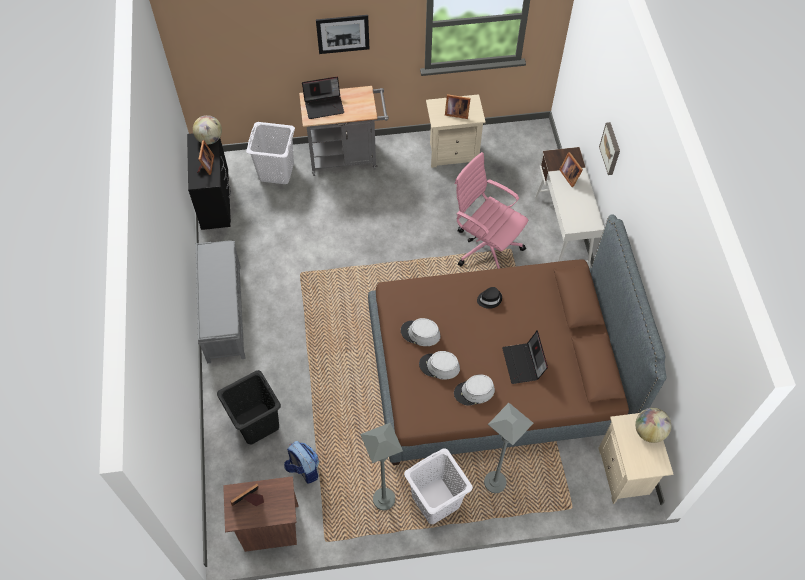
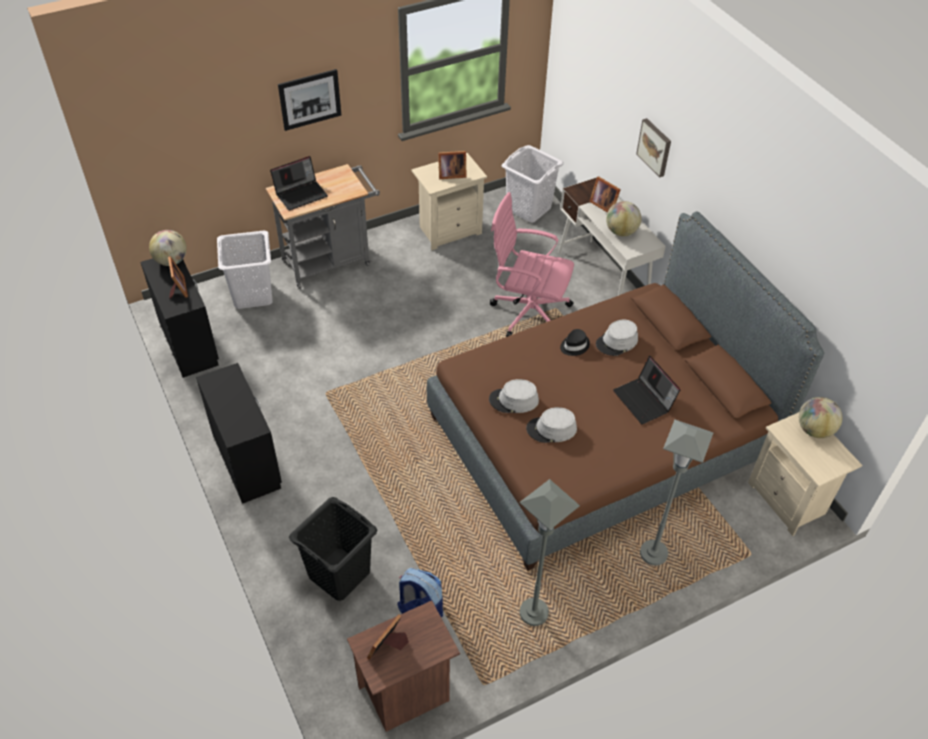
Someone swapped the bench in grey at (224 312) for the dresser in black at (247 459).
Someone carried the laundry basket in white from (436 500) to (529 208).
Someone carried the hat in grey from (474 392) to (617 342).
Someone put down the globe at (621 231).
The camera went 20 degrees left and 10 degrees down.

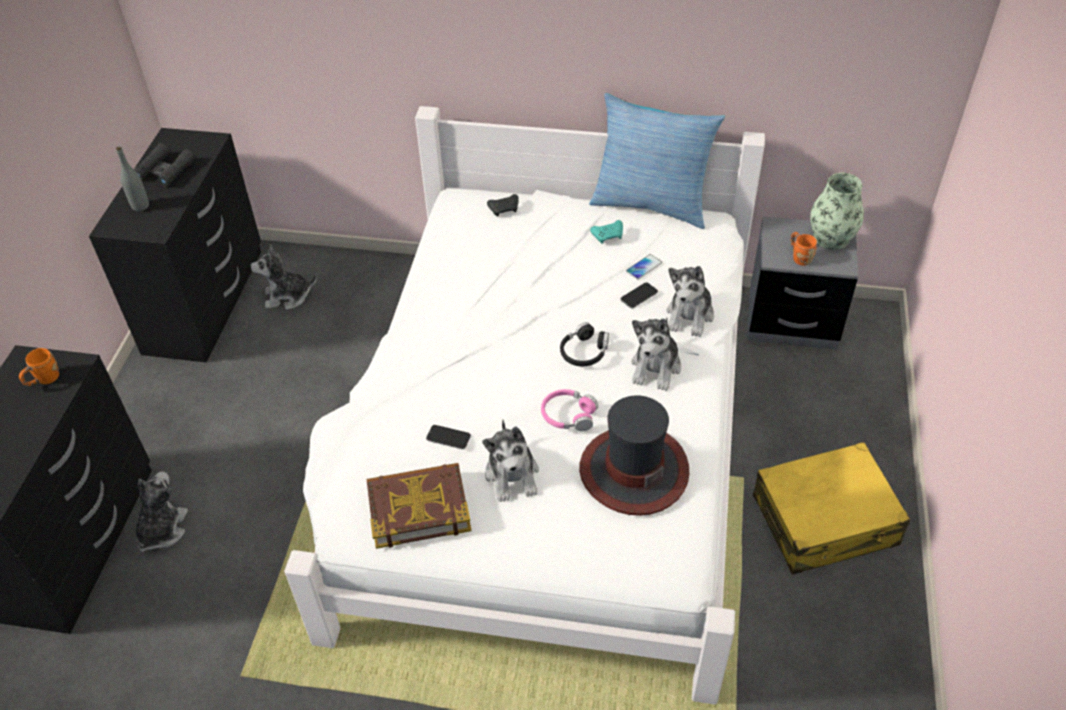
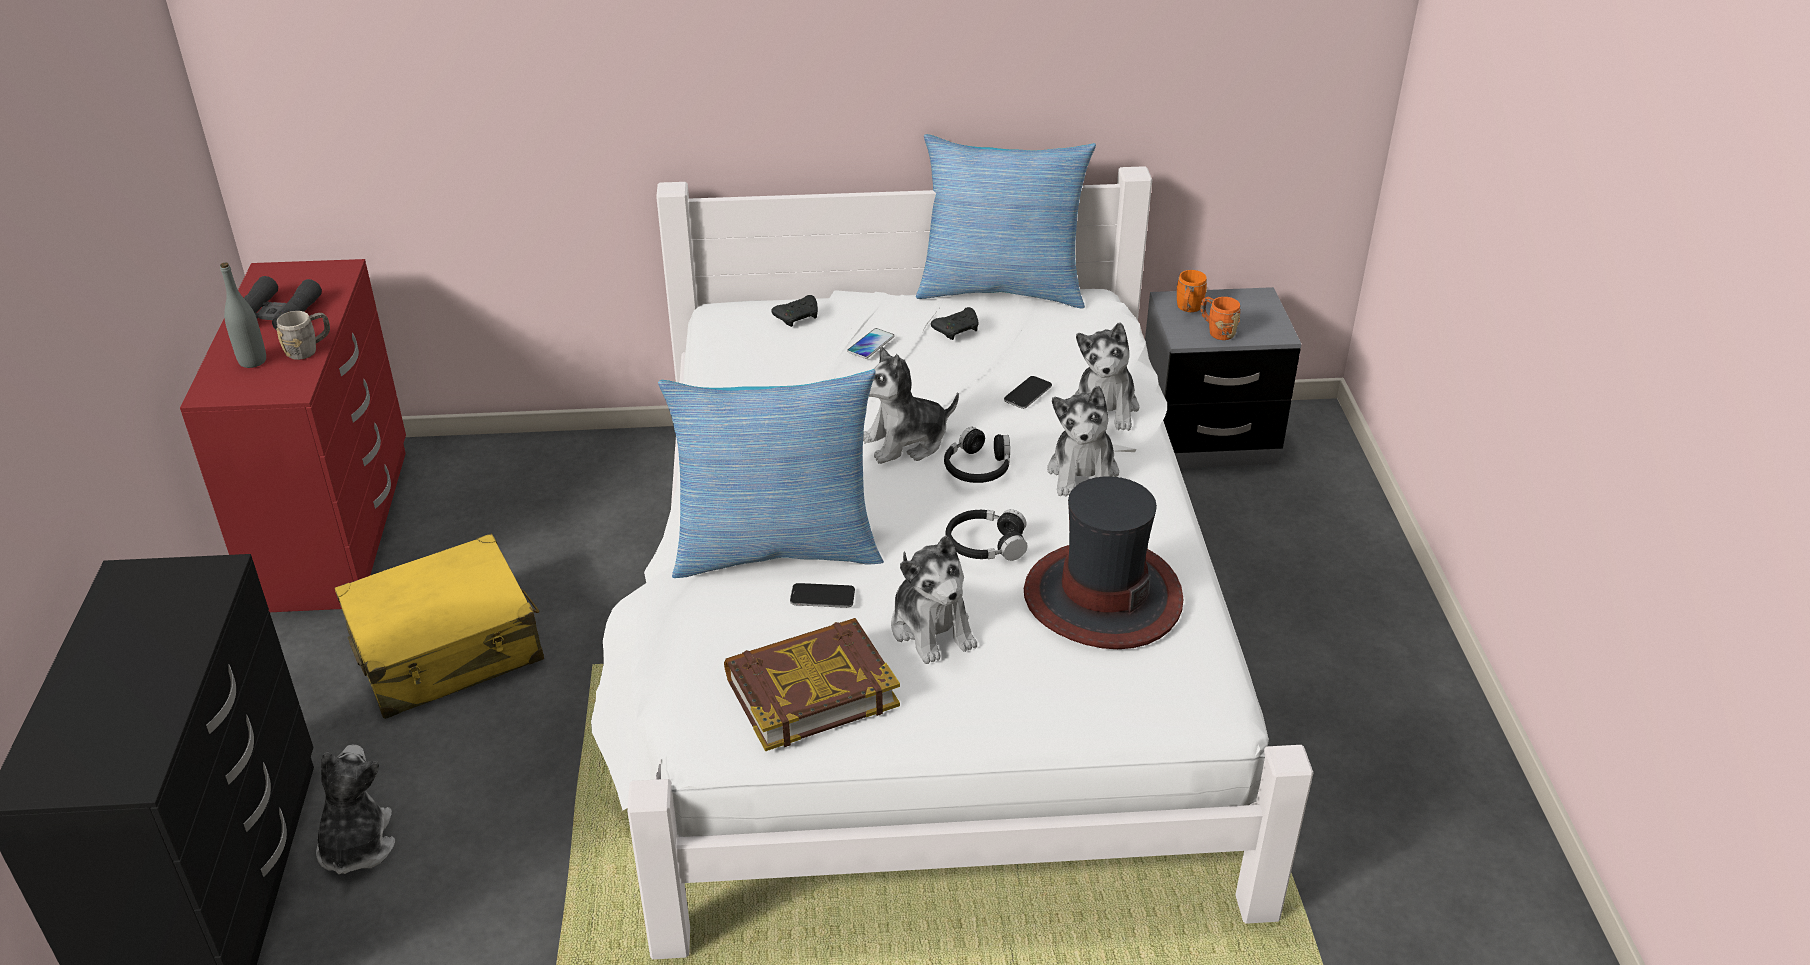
Someone carried the mug in orange from (44 380) to (1187 309).
Someone repainted the dresser in black at (206 301), which became the dresser in red at (336 527).
Someone carried the plush toy from (287 296) to (905 442).
Someone repainted the headphones in pink at (568 415), which became the headphones in black at (985 545).
Someone repainted the game controller in turquoise at (608 235), which became the game controller in black at (957 330).
Someone carried the phone from (644 267) to (871 344).
Someone carried the suitcase in yellow from (825 521) to (447 649).
Someone took away the vase at (831 238).
Someone put down the mug in grey at (309 350).
Someone put down the pillow at (777 549).
The camera went 15 degrees left and 10 degrees down.

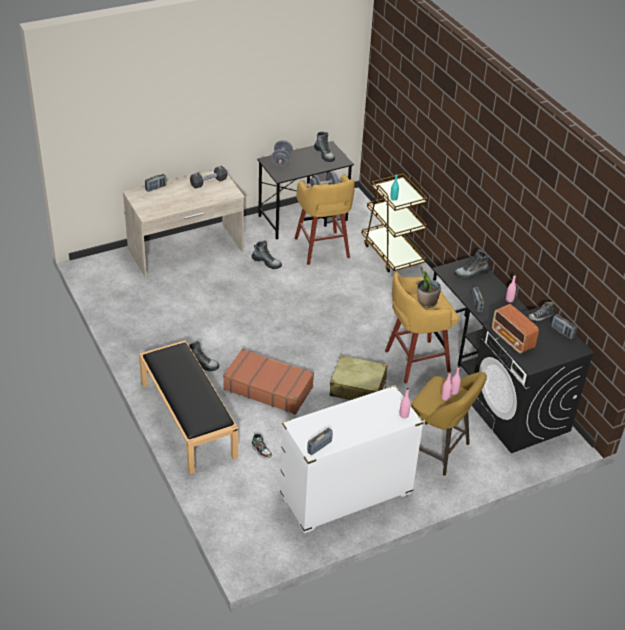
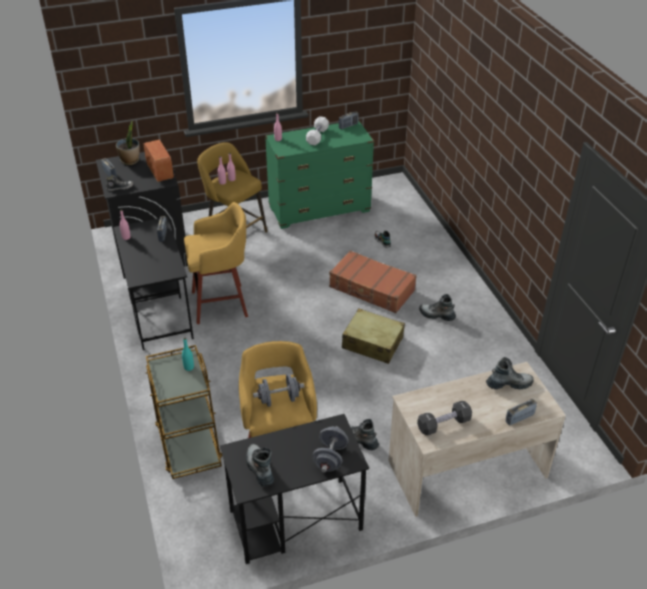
Someone took away the bench in black at (187 419).
Someone repainted the dresser in white at (346 495), which became the dresser in green at (319 209).
Someone carried the suitcase in beige from (358 387) to (372 343).
Someone carried the potted plant from (426 302) to (130 161).
Someone carried the boot from (471 274) to (509 384).
Someone put down the dumbbell in white at (317 136).
The camera went 170 degrees left and 0 degrees up.

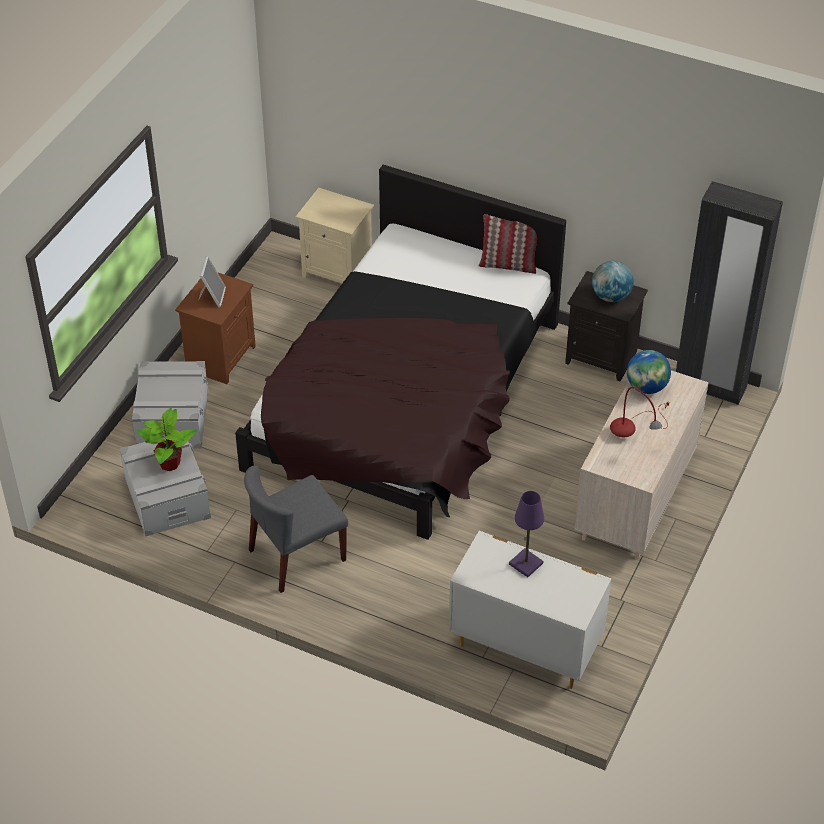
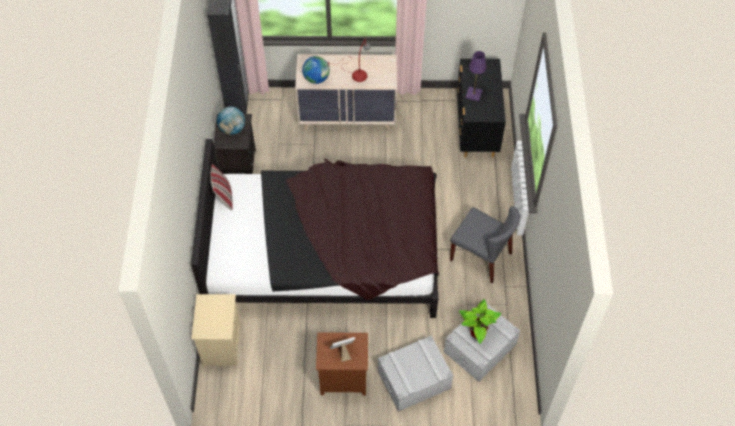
Someone repainted the dresser in white at (524 646), which became the dresser in black at (476 130).
The camera went 115 degrees left and 10 degrees up.

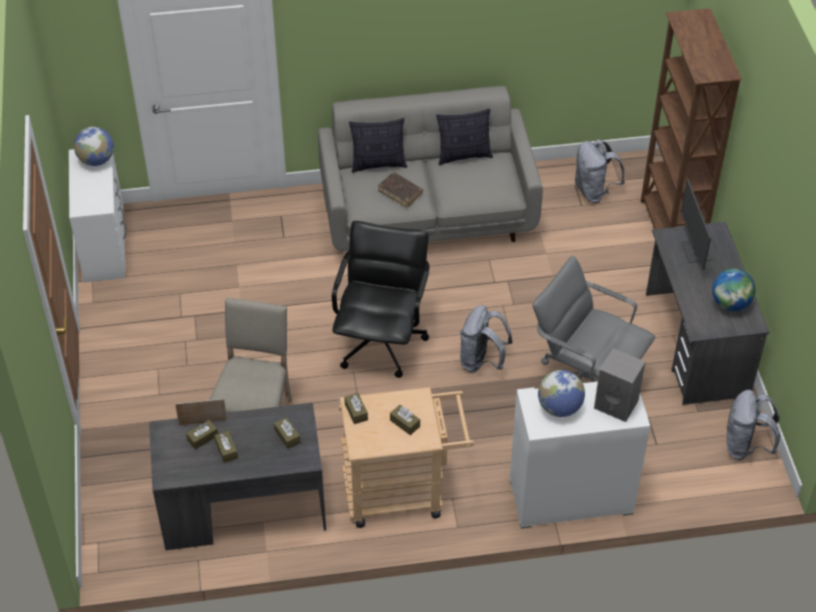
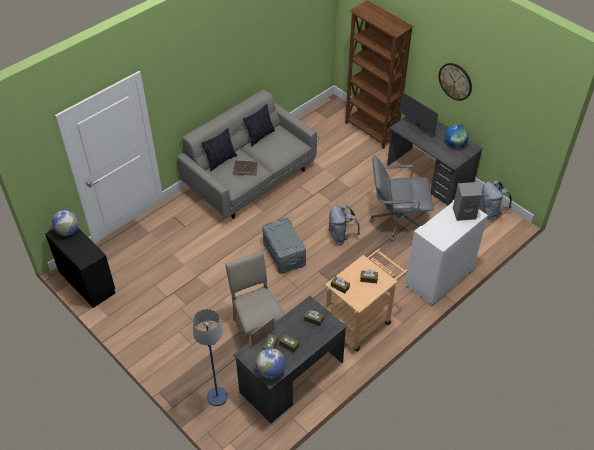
Someone repainted the dresser in white at (105 245), which became the dresser in black at (87 281).
Someone swapped the office chair in black at (381 342) for the storage box in grey at (284 253).
Someone carried the globe from (559 407) to (270 371).
Someone took away the backpack in grey at (594 191).
Someone put down the floor lamp in blue at (217 397).
Someone put up the wall clock at (455 81).
The camera went 35 degrees left and 0 degrees up.

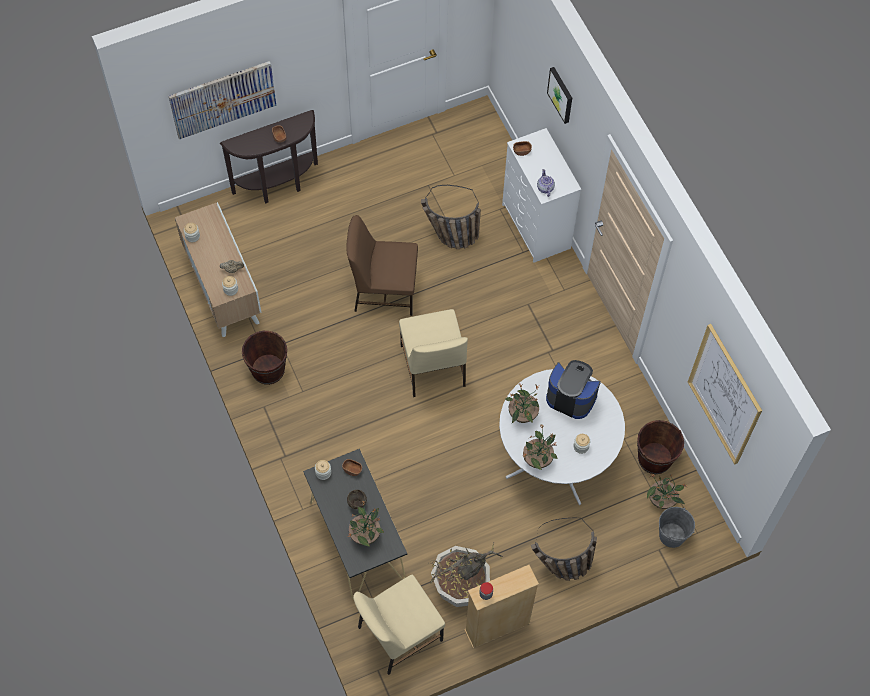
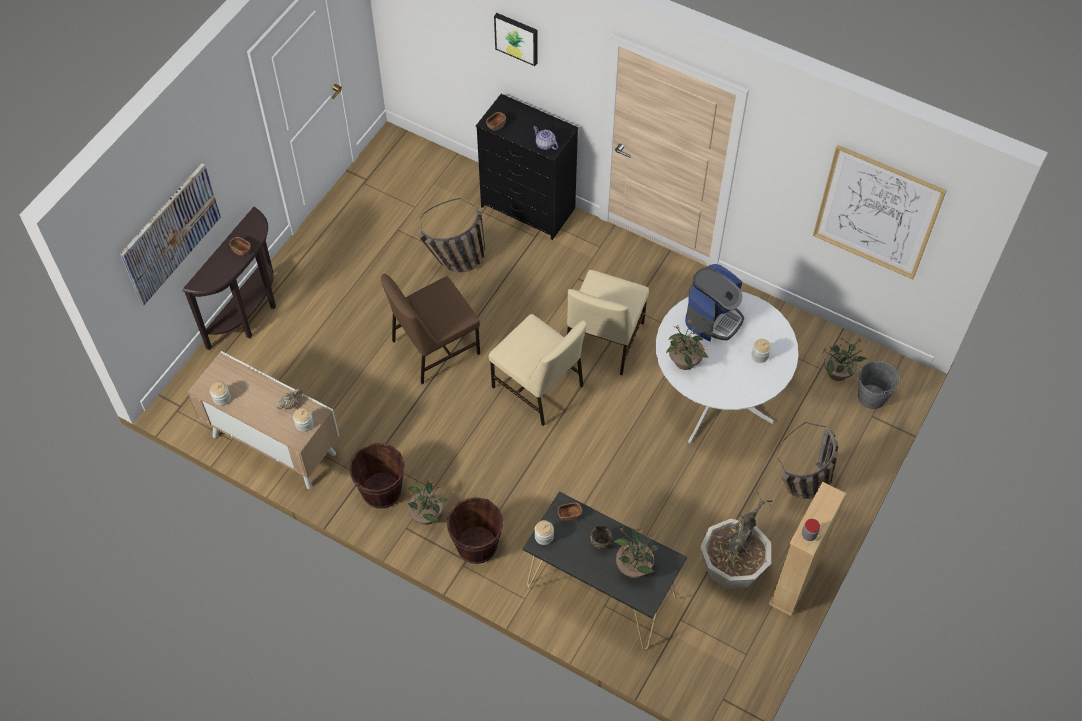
Someone carried the chair in beige from (398 634) to (603 340).
Someone repainted the dresser in white at (536 227), which became the dresser in black at (529 208).
Someone carried the potted plant from (538 459) to (426 515).
Someone rotated the coffee machine at (571 397) by 135 degrees clockwise.
Someone carried the bucket in brown from (654 459) to (476 545).
The camera went 35 degrees left and 5 degrees down.

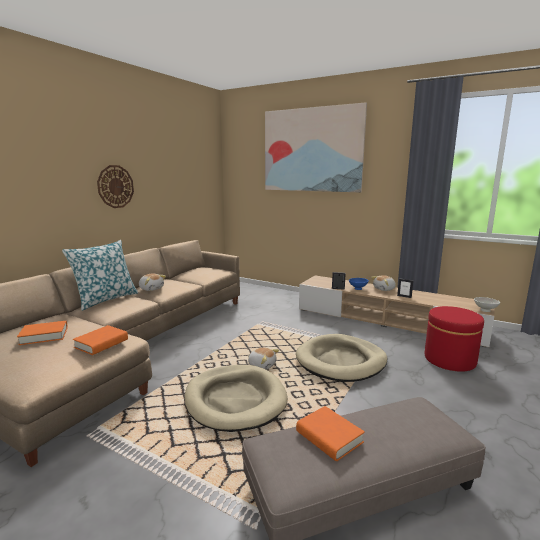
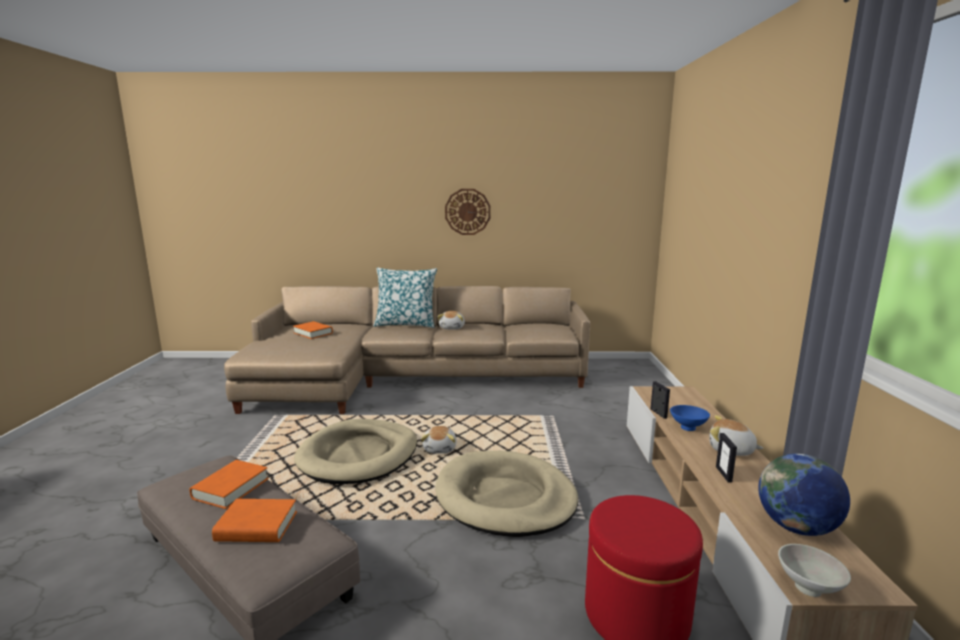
Someone carried the book in orange from (101 344) to (257 527).
Someone took away the picture at (312 150).
Someone put down the globe at (796 527).
The camera went 60 degrees right and 0 degrees up.

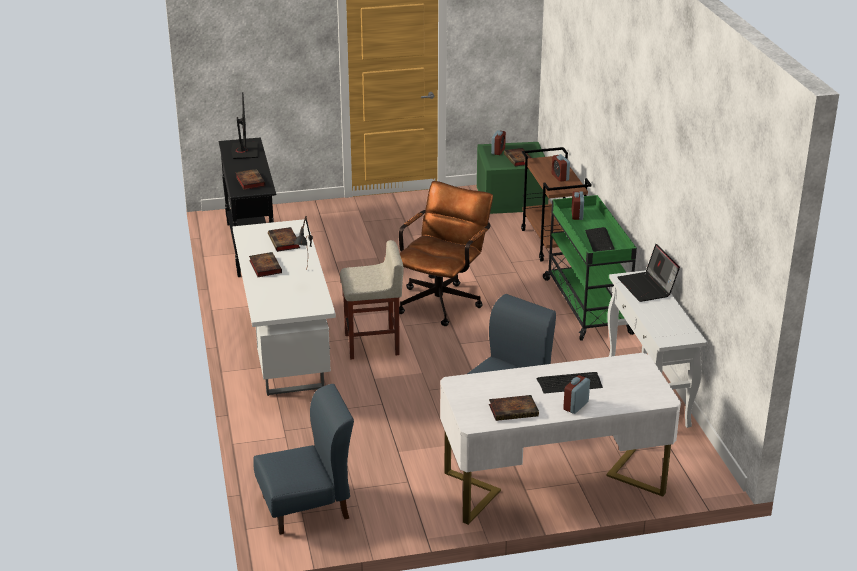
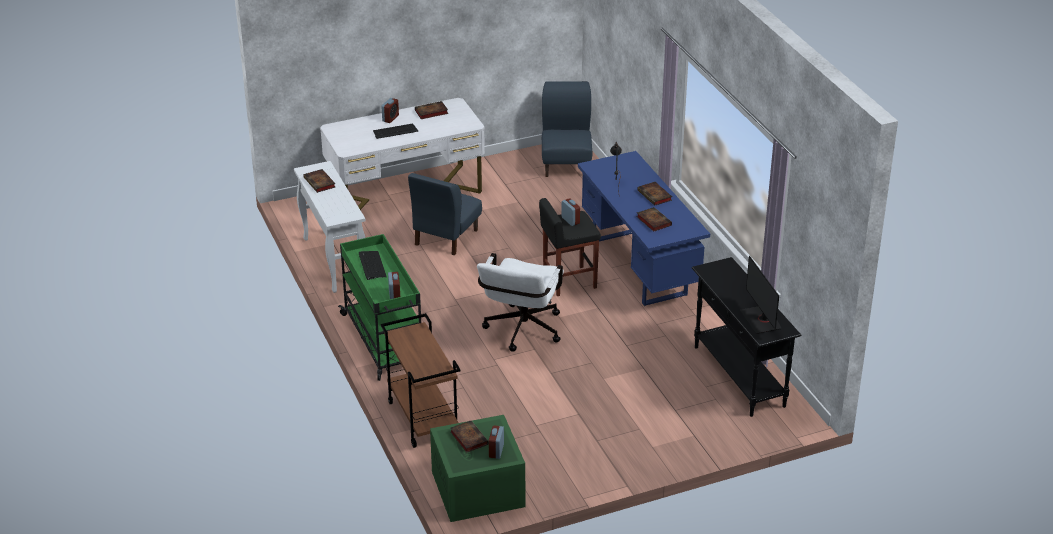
Someone repainted the desk in white at (285 352), which became the desk in blue at (639 267).
Someone carried the book from (249 181) to (320 183).
Someone rotated the chair in blue at (306 507) by 120 degrees clockwise.
Someone repainted the stool in beige at (373 344), which became the stool in black at (568 281).
Someone repainted the office chair in brown at (442 300), which became the office chair in white at (521 332).
Someone carried the alarm clock from (560 177) to (570 220).
Someone took away the laptop at (647 287).
The camera went 170 degrees right and 5 degrees up.

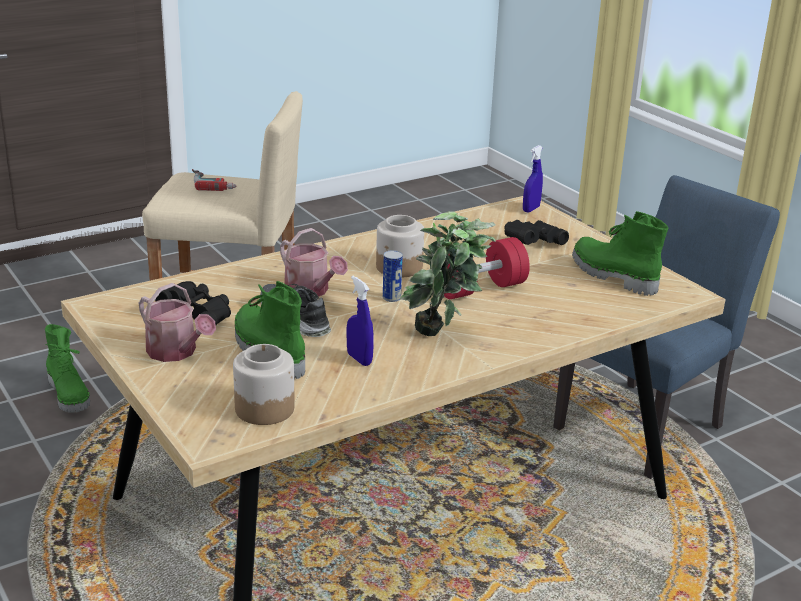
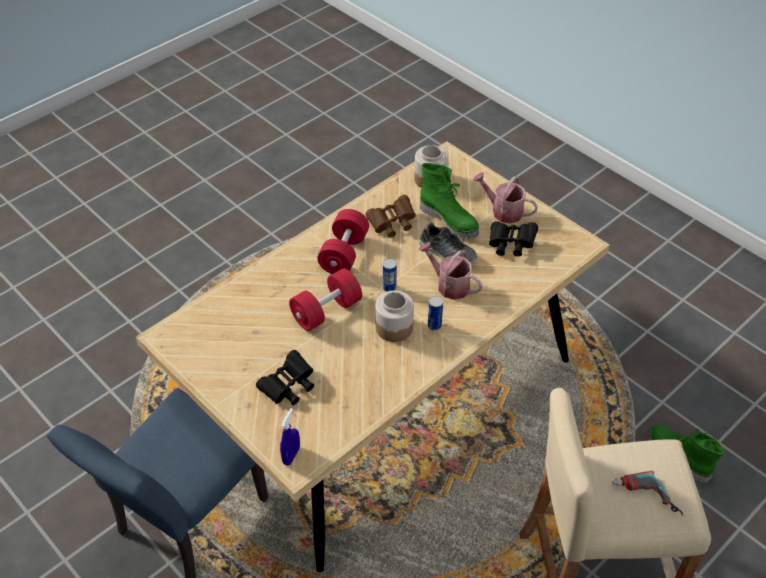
Someone swapped the spray bottle in blue at (359 359) for the binoculars in brown at (392 224).
Someone swapped the potted plant at (444 336) for the dumbbell in red at (344 254).
Someone took away the boot in green at (612 276).
Someone put down the can at (434 325).
The camera went 170 degrees right and 20 degrees up.

